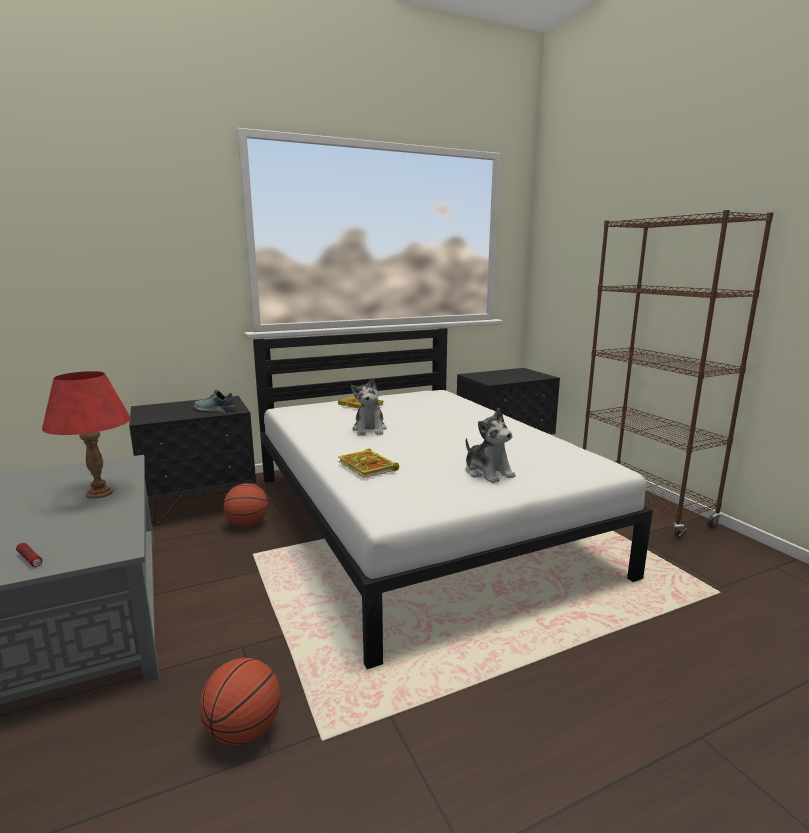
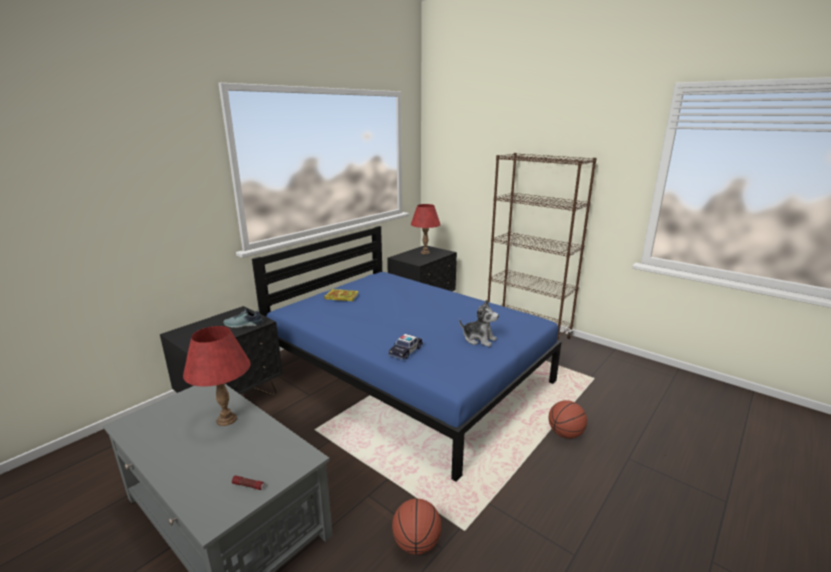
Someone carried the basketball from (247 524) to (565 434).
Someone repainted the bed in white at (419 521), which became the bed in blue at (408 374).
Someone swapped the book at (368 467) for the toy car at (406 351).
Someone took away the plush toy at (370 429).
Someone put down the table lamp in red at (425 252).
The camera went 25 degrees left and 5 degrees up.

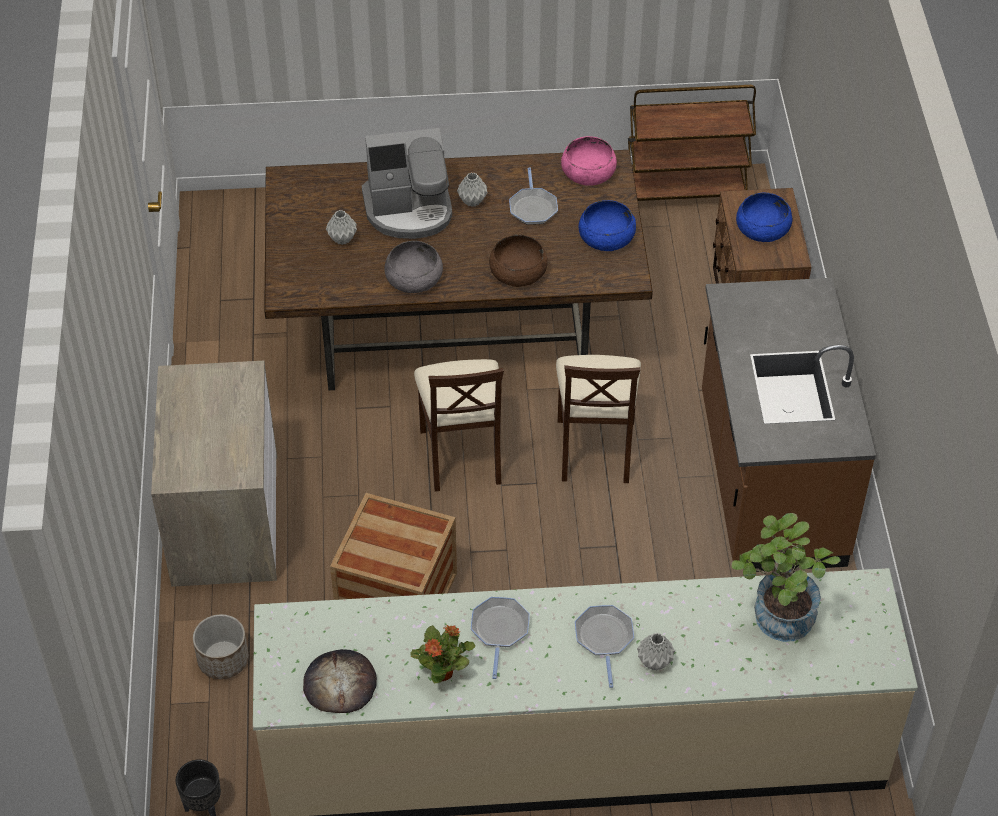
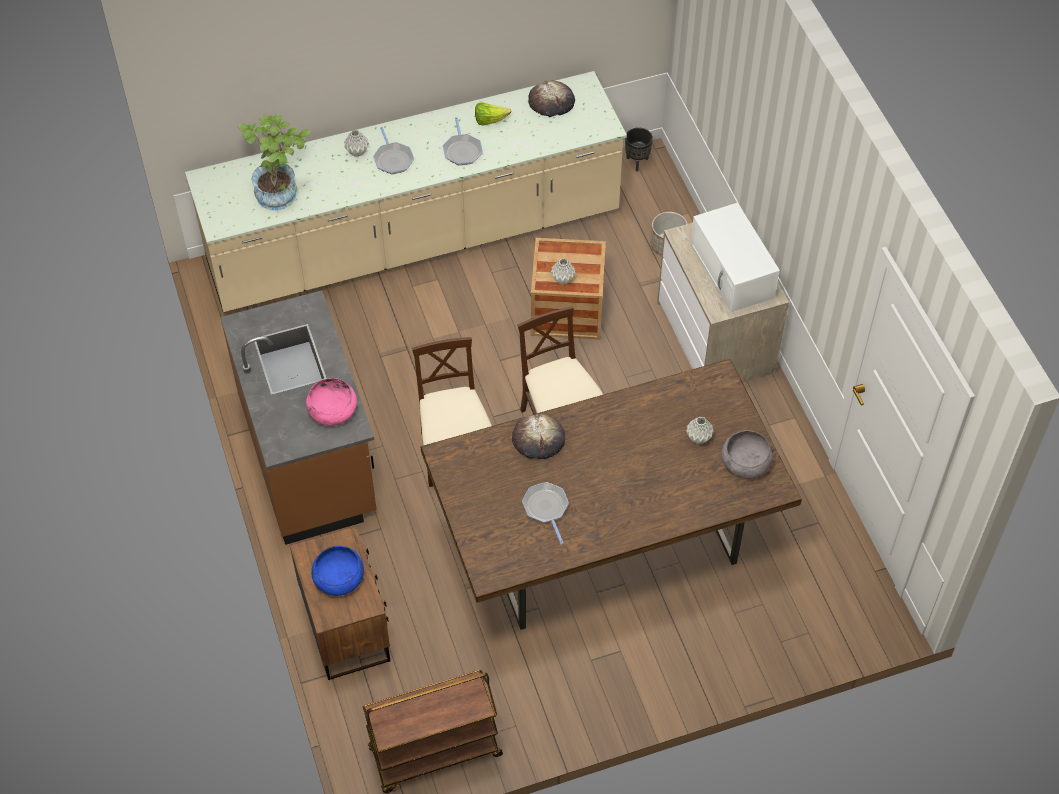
Someone took away the coffee machine at (409 210).
Someone carried the bowl in grey from (414 278) to (745 462).
Someone swapped the potted plant at (443 672) for the lettuce at (490 120).
Someone carried the vase in grey from (473 201) to (562 280).
Someone swapped the bowl in brown at (518 272) for the bread at (538 439).
Someone carried the bowl in pink from (588 172) to (332 409).
Someone took away the bowl in blue at (606 237).
Someone put down the microwave in white at (733 271).
The camera went 165 degrees right and 5 degrees up.

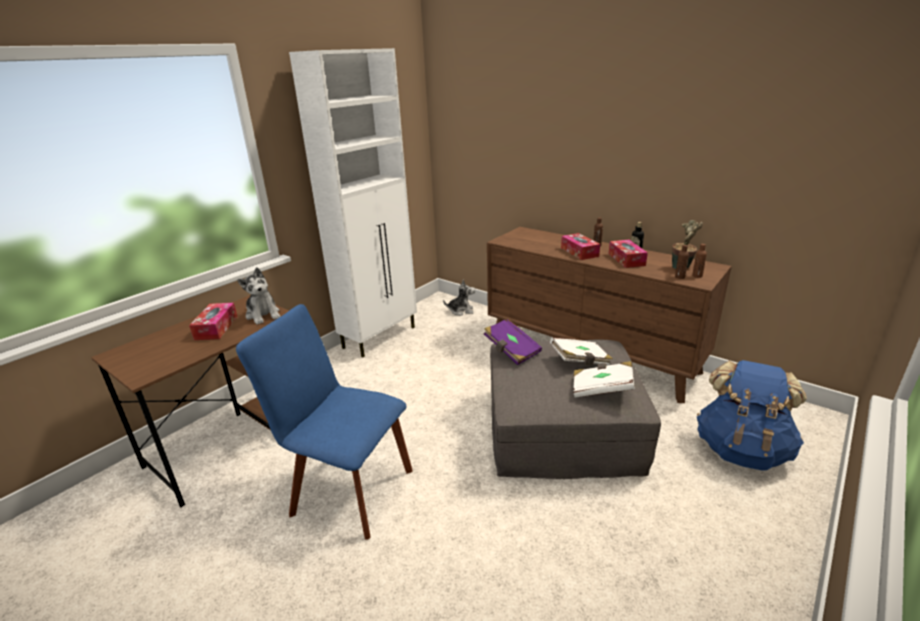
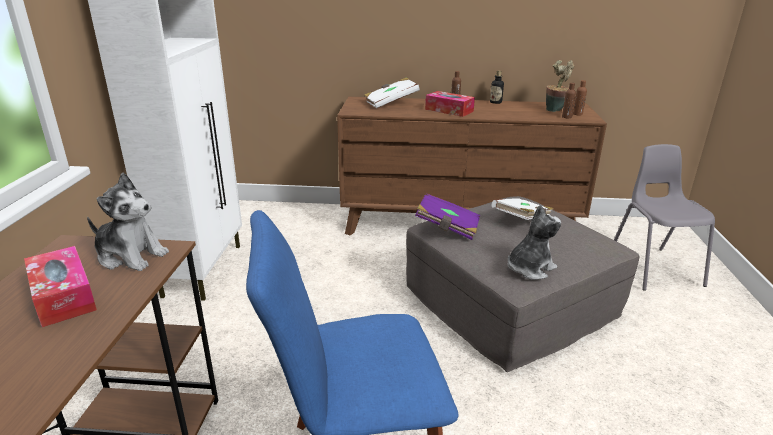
Someone carried the plush toy from (461 311) to (529 268).
Someone carried the book in white from (601 389) to (391 103).
Someone took away the tissue box at (626 259).
Someone swapped the backpack in blue at (741 450) for the chair in grey at (653 268).
The camera went 35 degrees left and 0 degrees up.

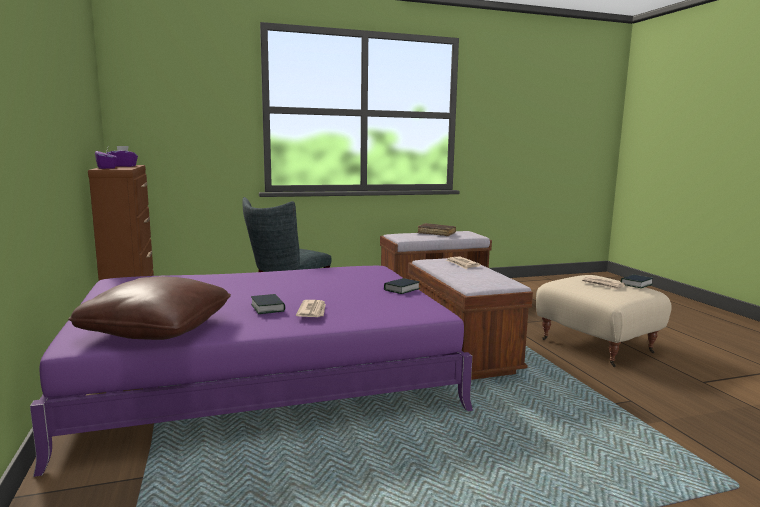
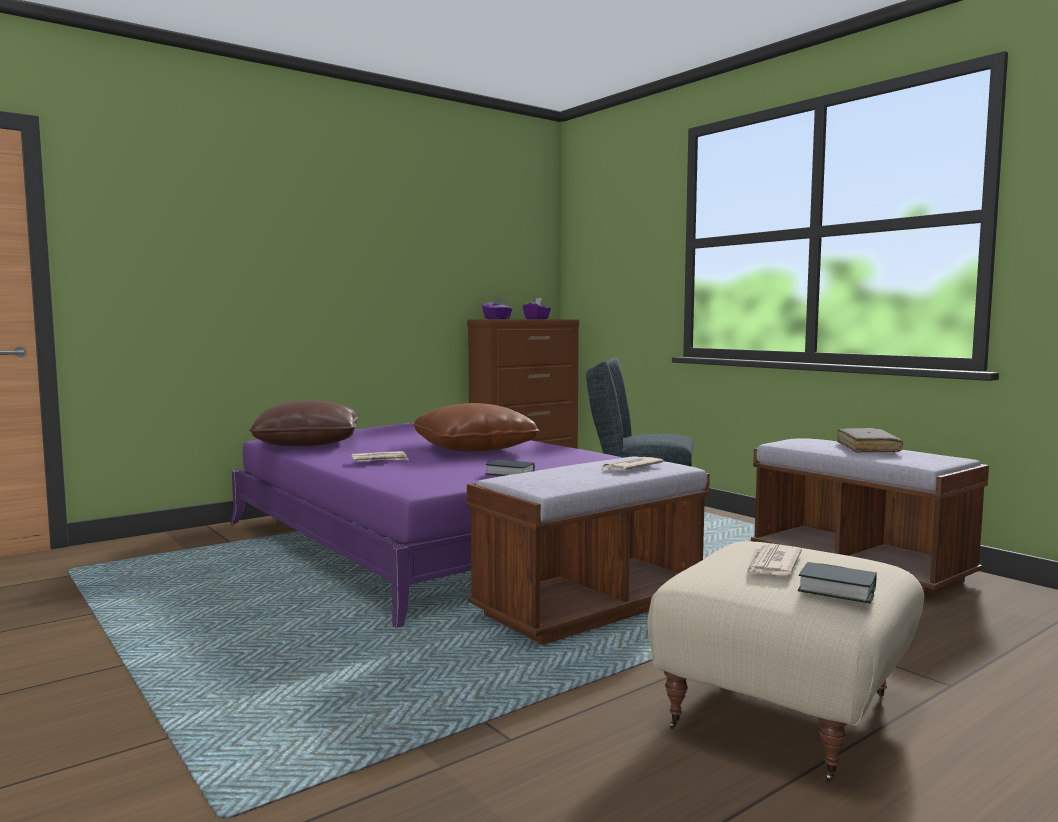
Someone took away the book at (268 308).
Someone put down the pillow in brown at (474 449).
The camera went 70 degrees right and 5 degrees down.

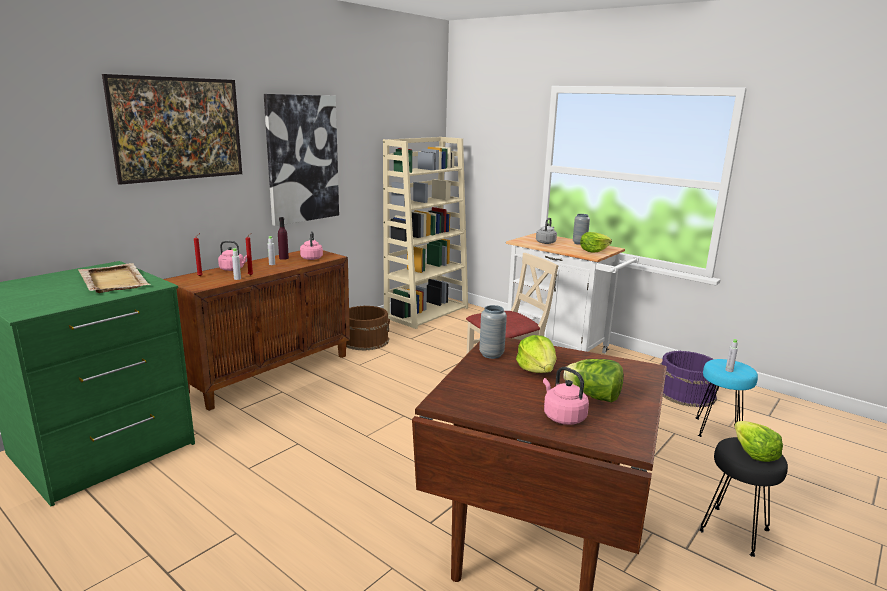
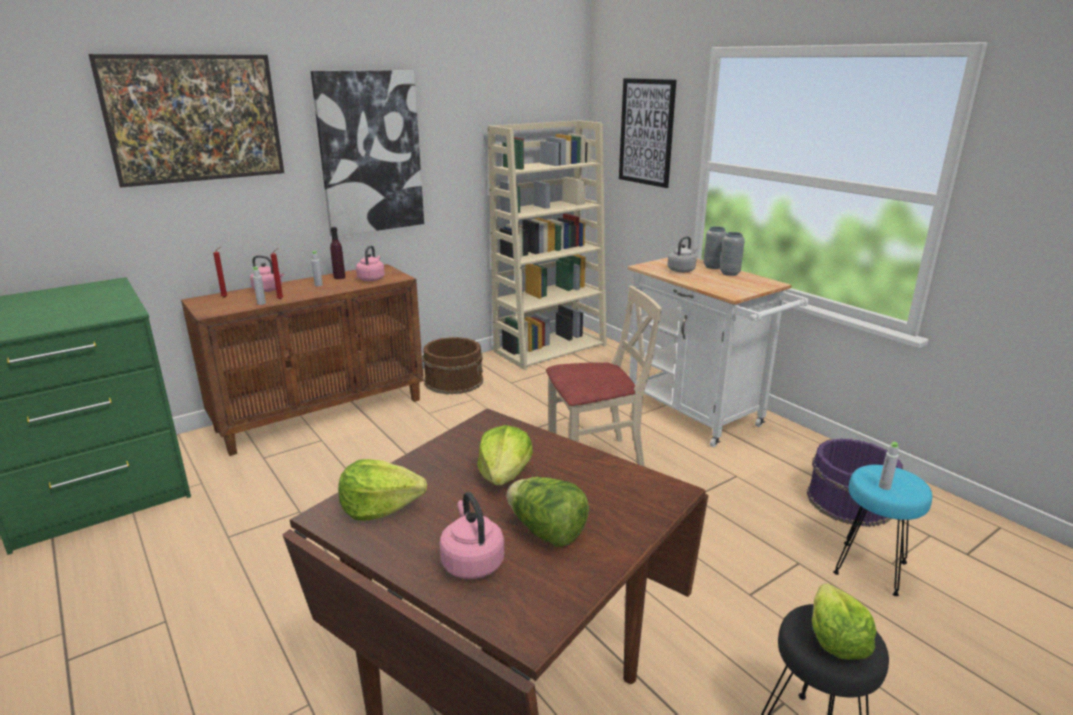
Someone took away the tray in beige at (113 280).
Someone carried the vase in grey from (491 354) to (713 267).
Someone carried the lettuce from (593 251) to (380 507).
Someone put up the picture at (646 132).
The camera went 15 degrees right and 5 degrees up.

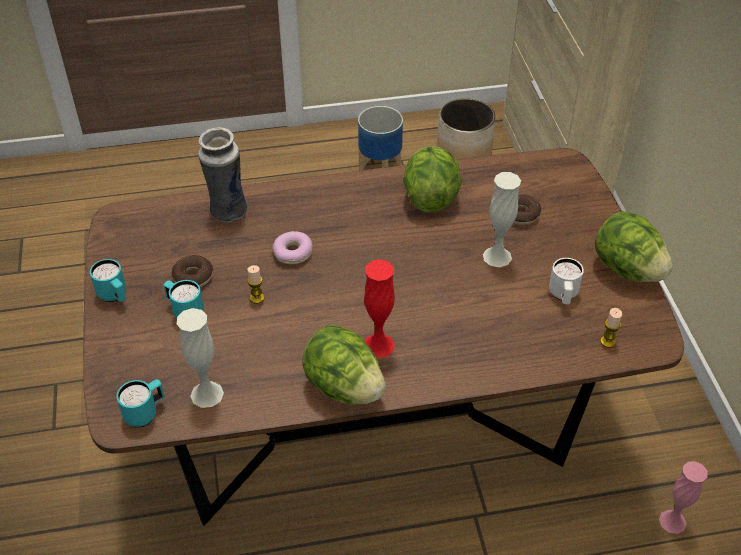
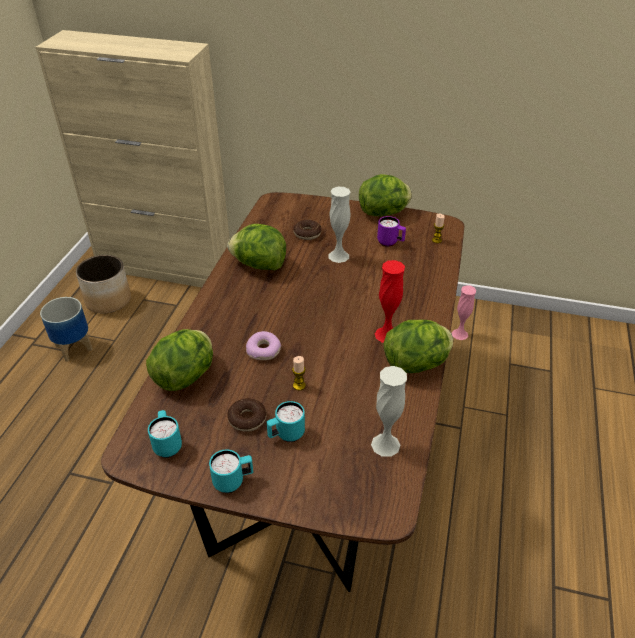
Someone carried the mug in turquoise from (145 413) to (167 444).
Someone swapped the vase at (227 213) for the lettuce at (186 376).
Someone repainted the mug in white at (563 296), which became the mug in purple at (390 243).
The camera went 65 degrees left and 5 degrees down.

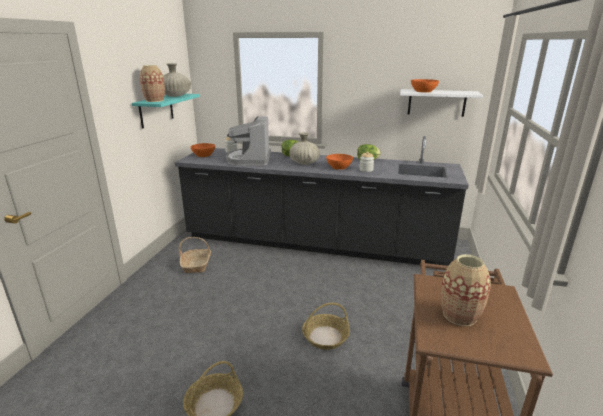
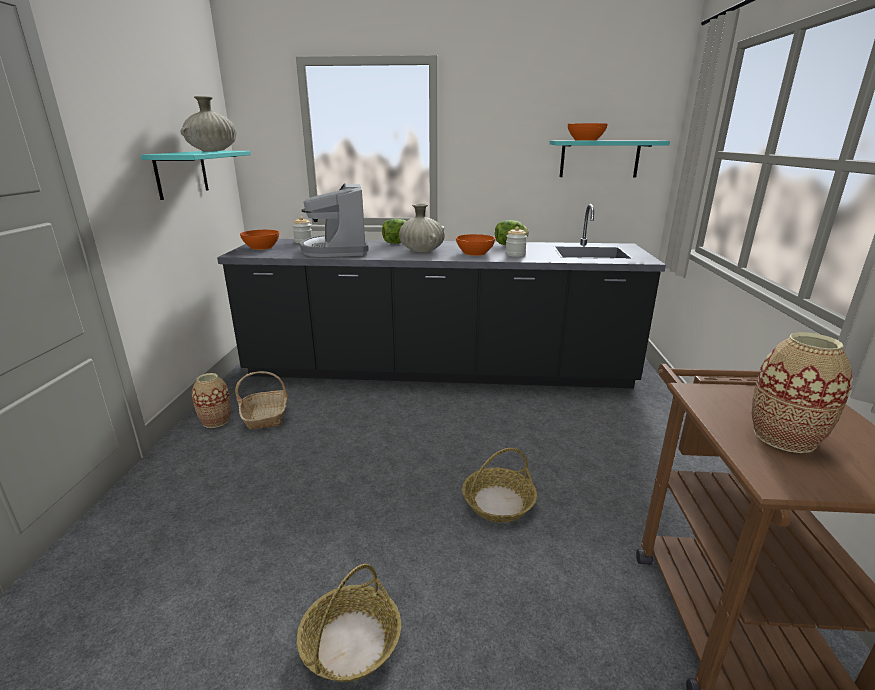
Someone carried the vase from (154 100) to (216 421).
Someone repainted the shelf in white at (436 102), which became the shelf in turquoise at (599 159).
The camera went 10 degrees left and 0 degrees up.

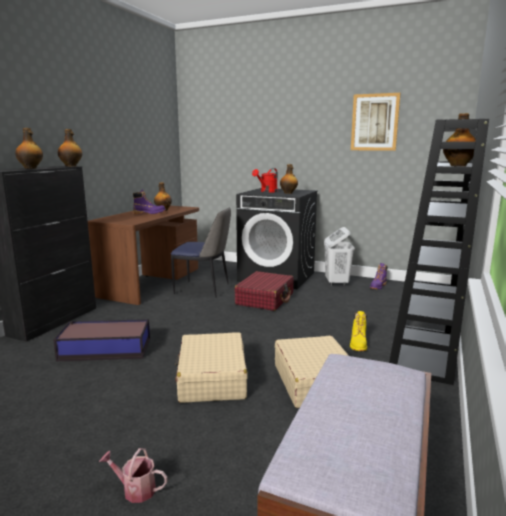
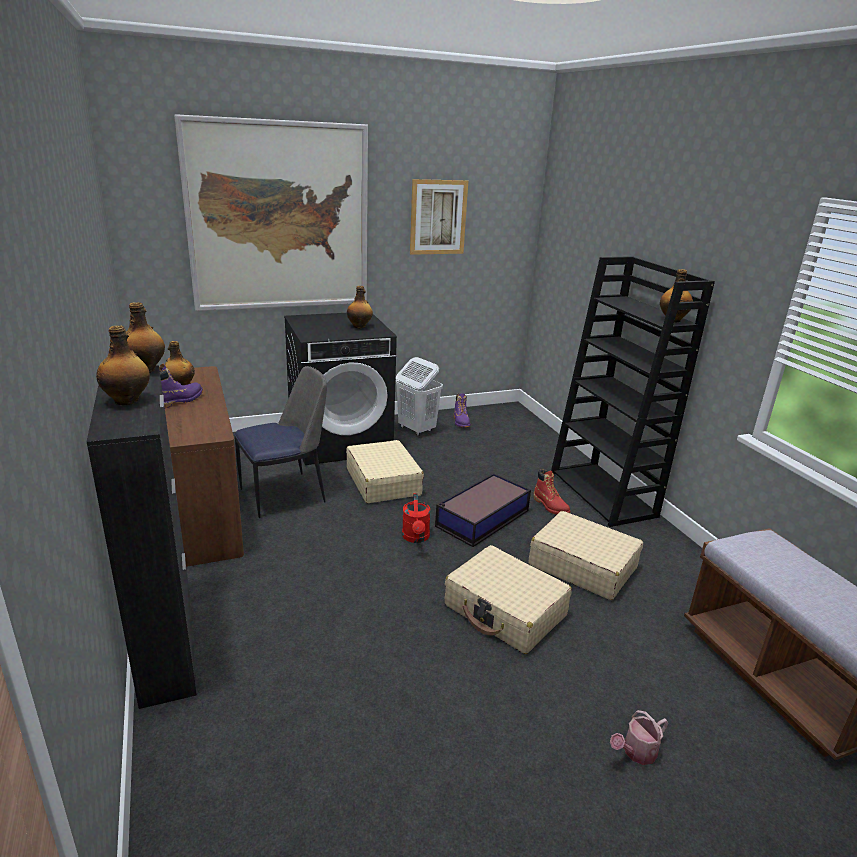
Someone carried the storage box from (104 349) to (481 518).
Someone repainted the suitcase in red at (265 299), which became the suitcase in beige at (383 482).
Someone carried the watering can in red from (267 191) to (416 538).
Someone repainted the boot in yellow at (358 344), which became the boot in red at (550 506).
Someone put up the picture at (279 217).
The camera went 45 degrees left and 10 degrees up.

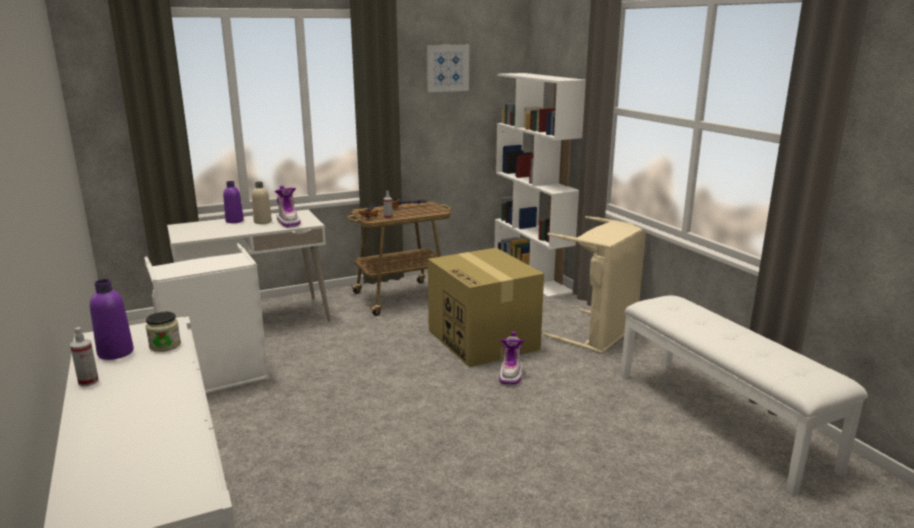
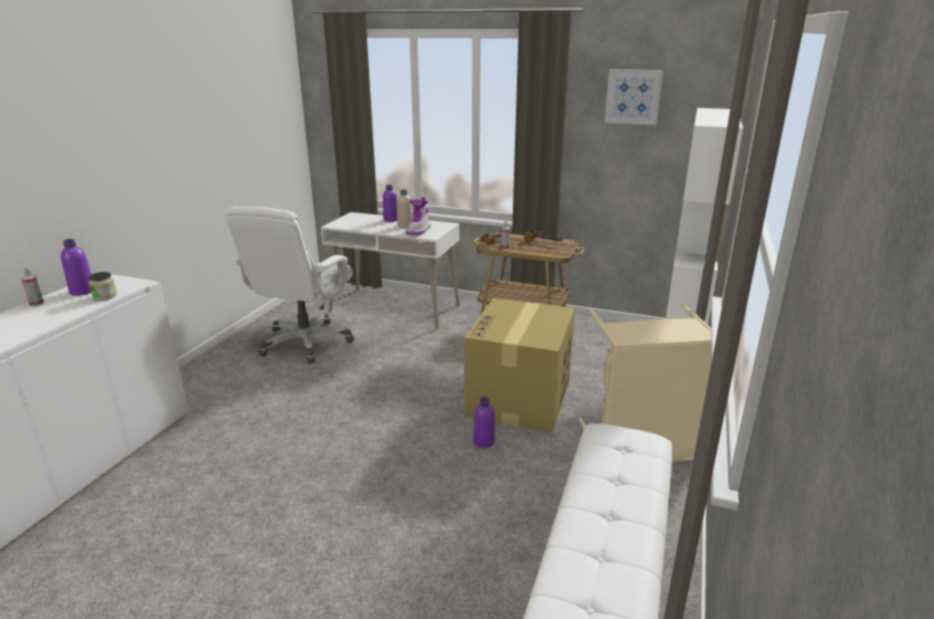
Someone swapped the laundry basket in white at (217 380) for the office chair in white at (305 342).
Someone swapped the boot at (511 375) for the bottle in purple at (484 441).
The camera went 45 degrees right and 5 degrees up.

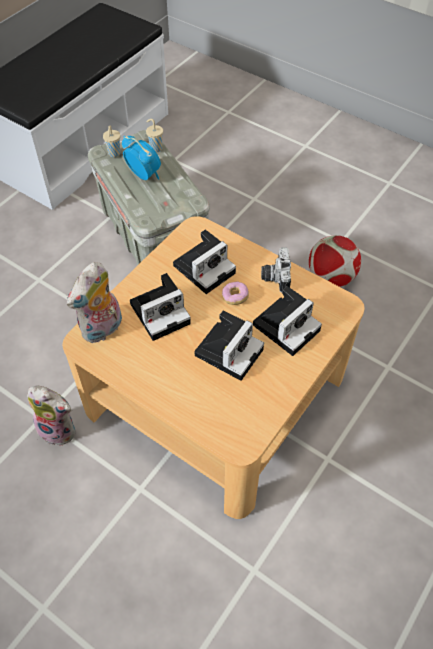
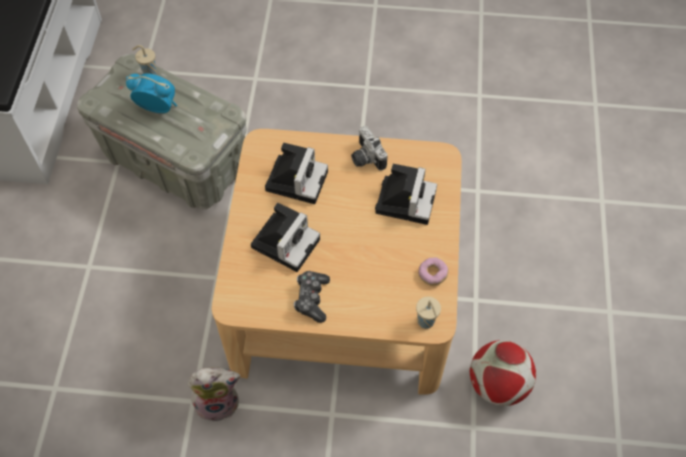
Someone took away the plush toy at (103 329).
Someone carried the cup in beige from (114 154) to (426 322).
Someone took away the photo camera at (229 350).
Someone carried the donut from (235 297) to (432 274).
Someone carried the football from (331 278) to (497 384).
Someone put down the game controller at (312 299).
The camera went 30 degrees left and 5 degrees up.

